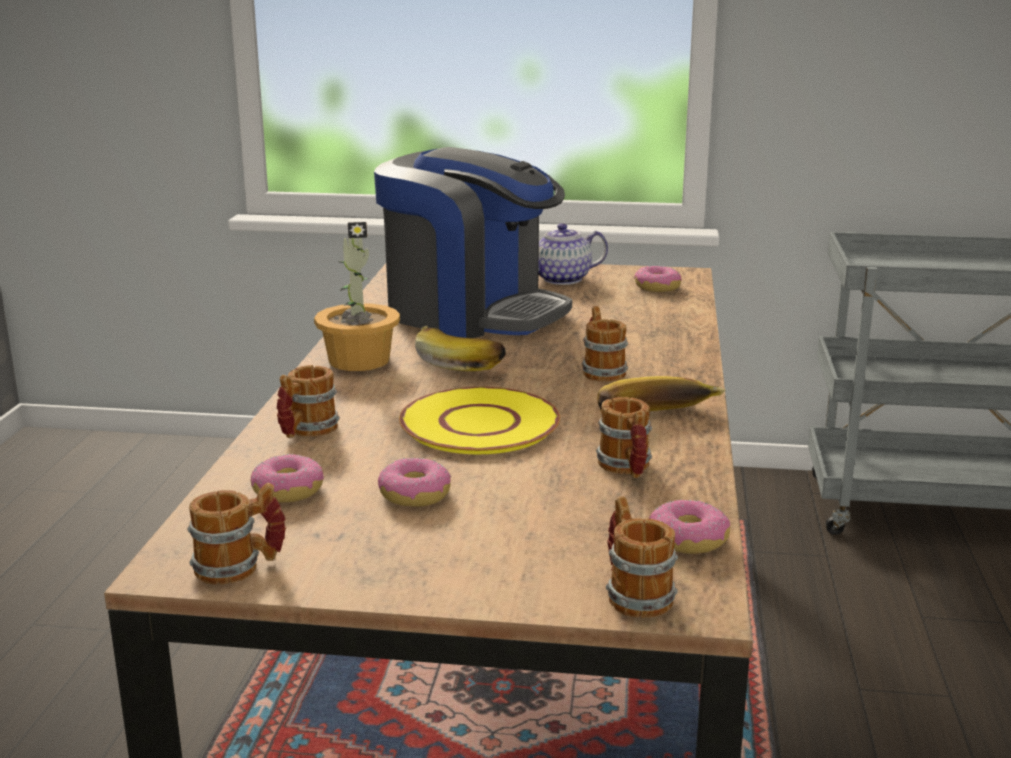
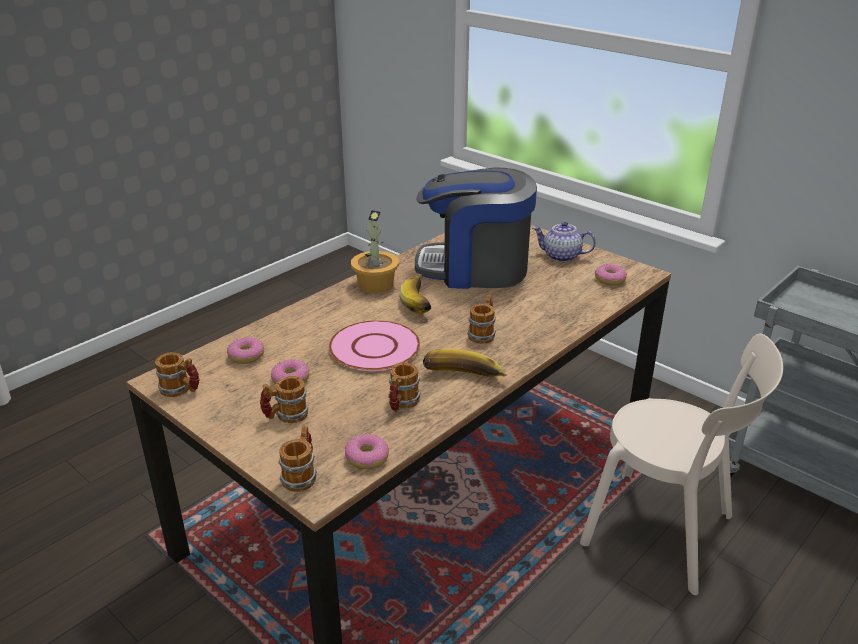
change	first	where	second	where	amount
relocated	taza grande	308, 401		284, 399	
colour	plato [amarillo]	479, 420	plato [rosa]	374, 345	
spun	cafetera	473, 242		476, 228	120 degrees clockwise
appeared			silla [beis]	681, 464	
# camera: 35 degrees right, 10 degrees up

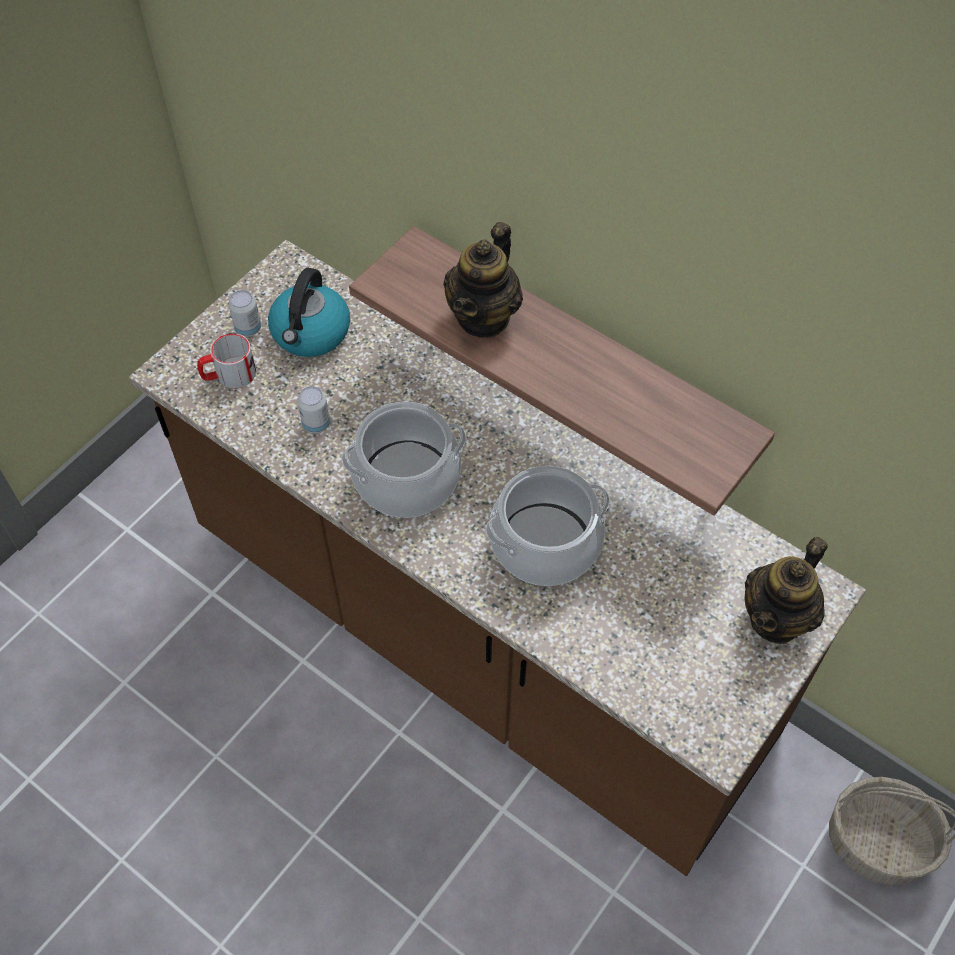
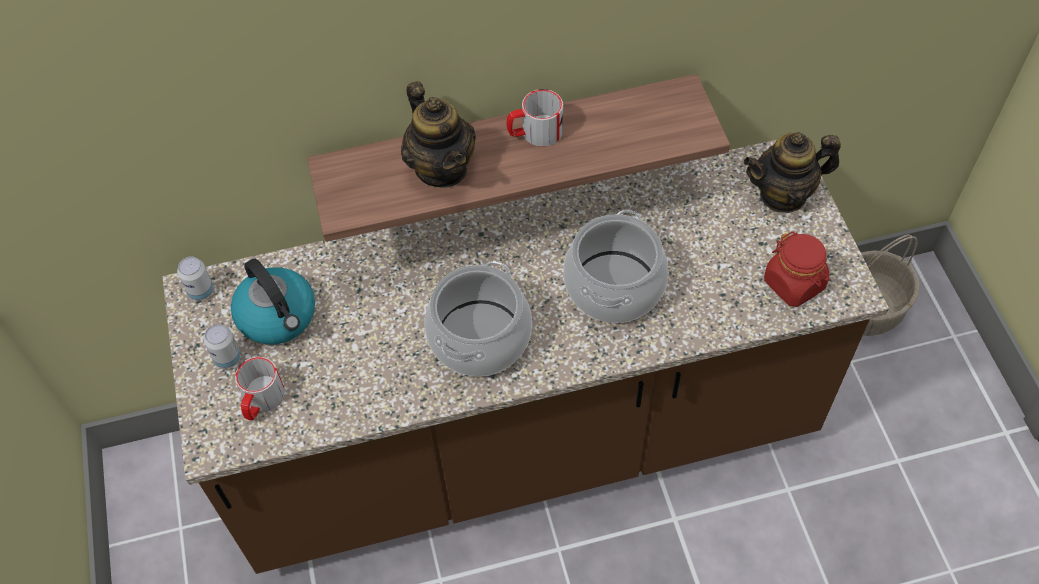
change	first	where	second	where	amount
relocated	lata	313, 409		195, 278	
appeared			taza grande	535, 118	
spun	tetera	786, 590		792, 172	90 degrees clockwise
appeared			tarro [rojo]	797, 269	
# camera: 50 degrees left, 0 degrees up

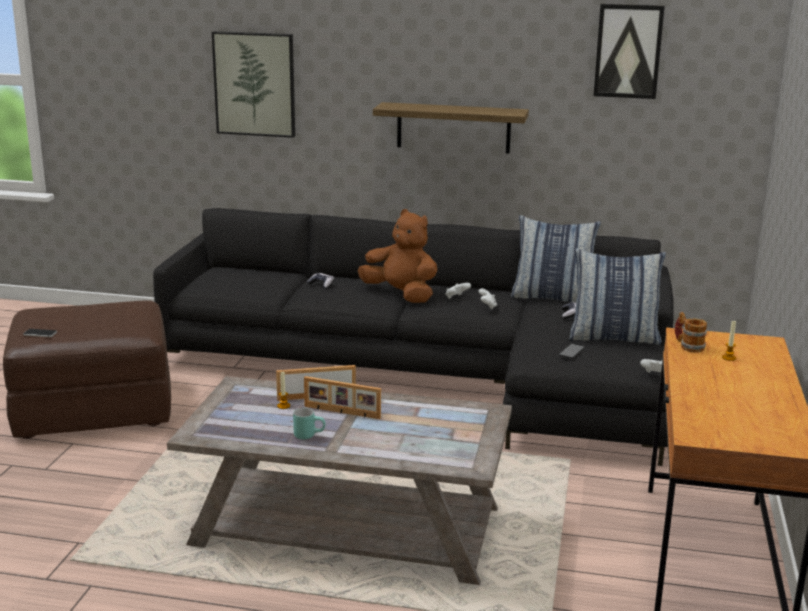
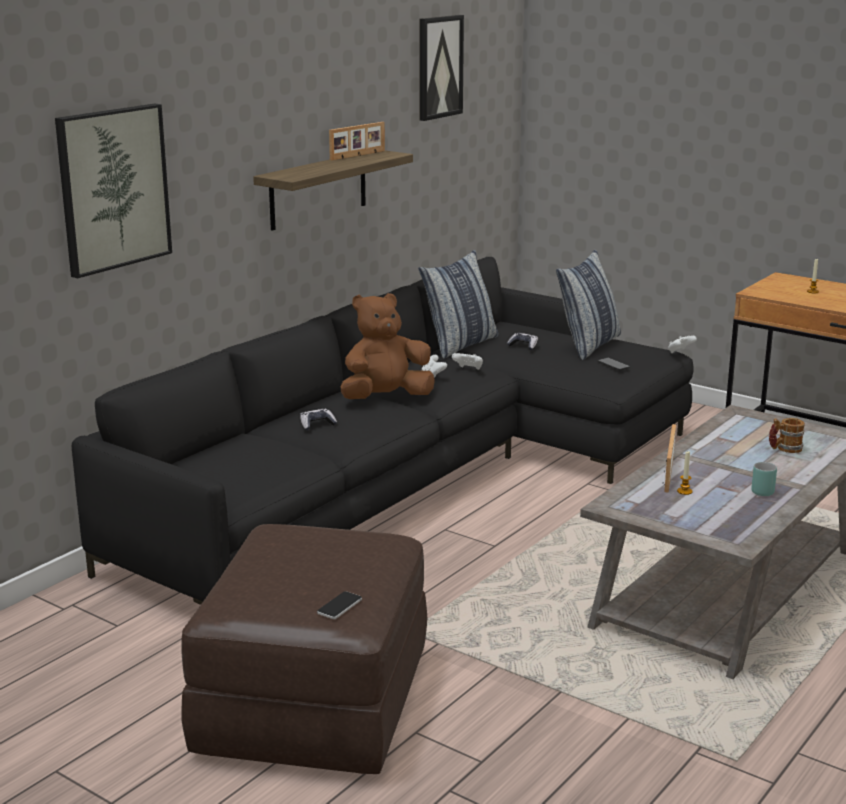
change	first	where	second	where	amount
relocated	portarretratos	342, 397		357, 141	
relocated	taza grande	691, 332		787, 435	
# camera: 65 degrees left, 0 degrees up

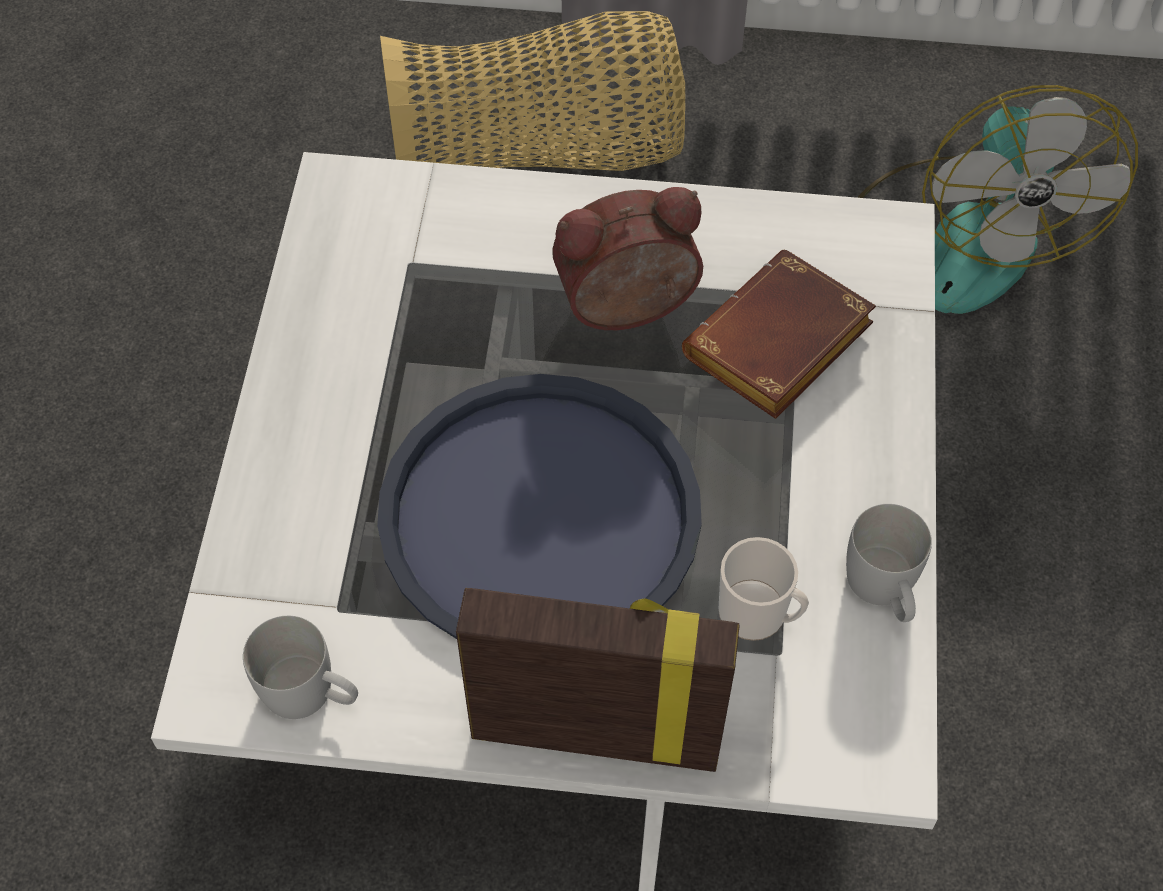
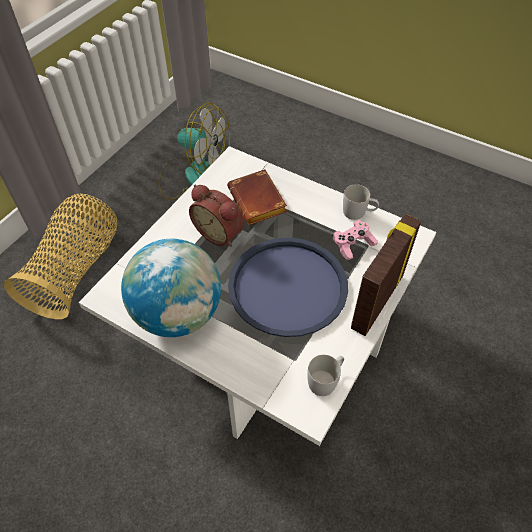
change	first	where	second	where	amount
appeared			globo terráqueo	171, 288	
spun	despertador	627, 258		216, 216	60 degrees counterclockwise
exchanged	taza grande	763, 589	mando de consola [rosa]	355, 240	
# camera: 65 degrees left, 5 degrees down

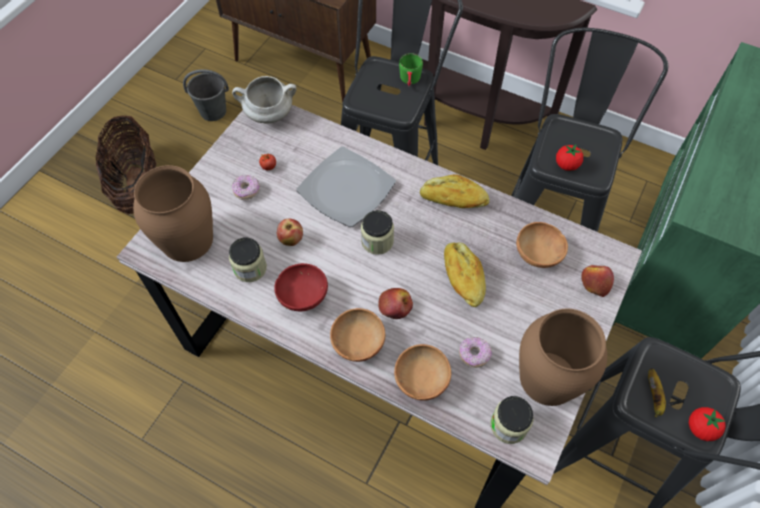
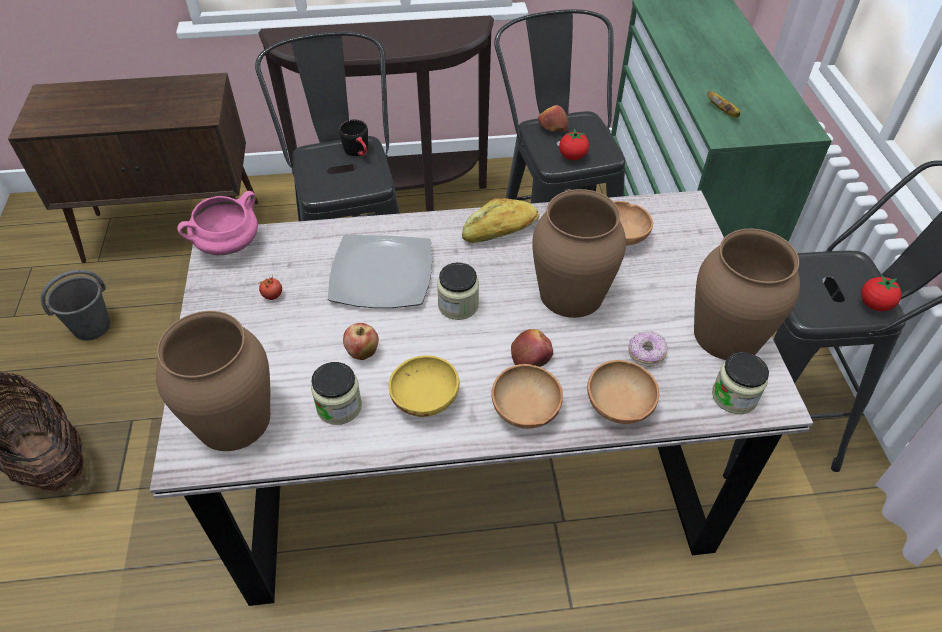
change	first	where	second	where	amount
colour	olla [blanco]	264, 99	olla [rosa]	217, 223	
colour	taza grande [verde]	411, 70	taza grande [negro]	353, 137	
colour	cuenco [rojo]	301, 287	cuenco [amarillo]	424, 386	
exchanged	pan	465, 275	florero [marrón]	579, 253	
relocated	manzana	597, 281		553, 118	
relocated	plátano	657, 392		724, 104	
missing	rosquilla	246, 187			
# camera: 35 degrees left, 10 degrees down

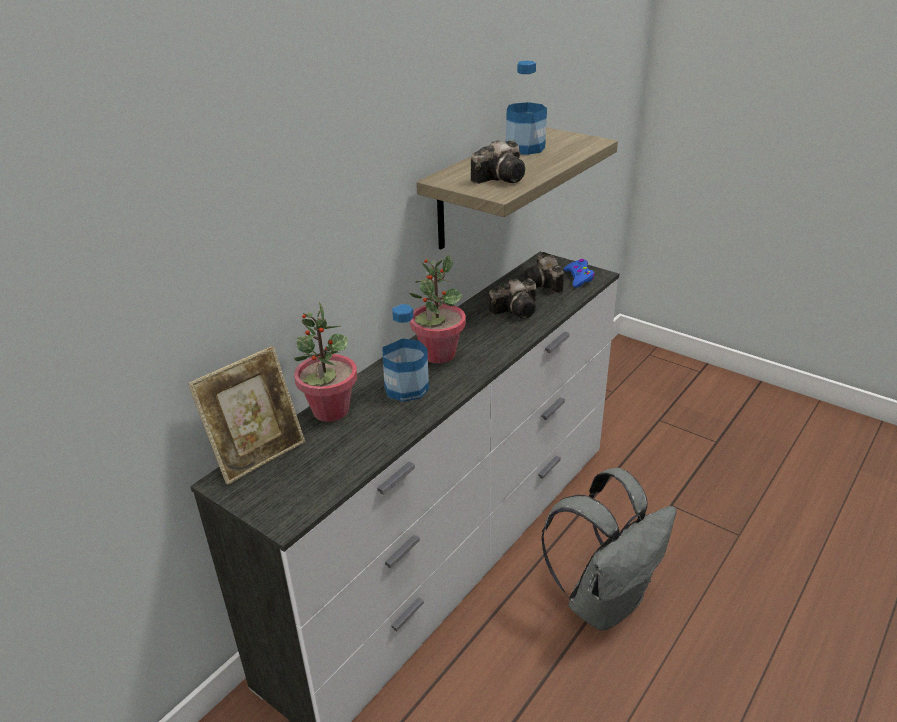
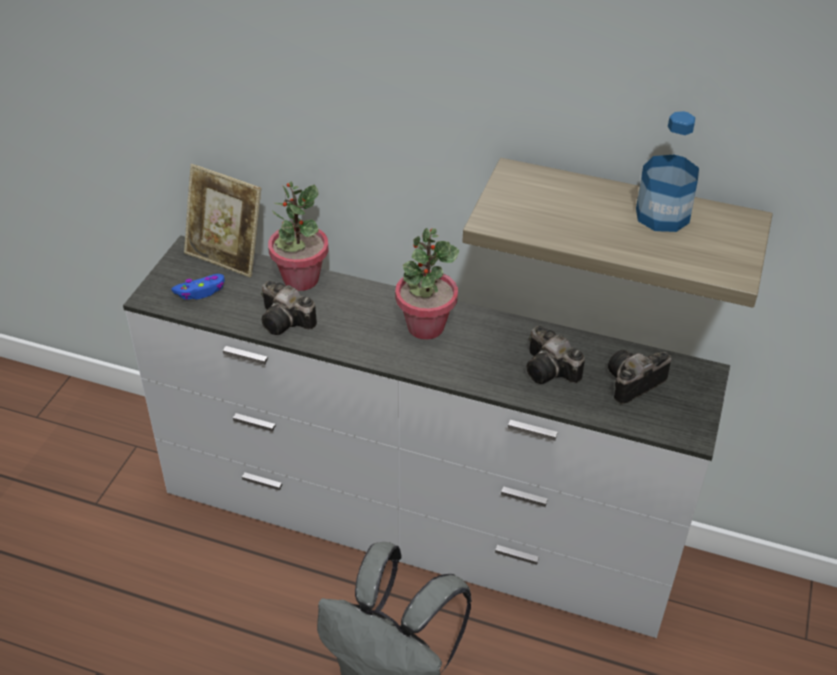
change	first	where	second	where	amount
relocated	mando de consola [azul]	579, 273		198, 287	
relocated	cámara	498, 162		289, 308	
missing	botella	405, 353			
# camera: 70 degrees right, 10 degrees up

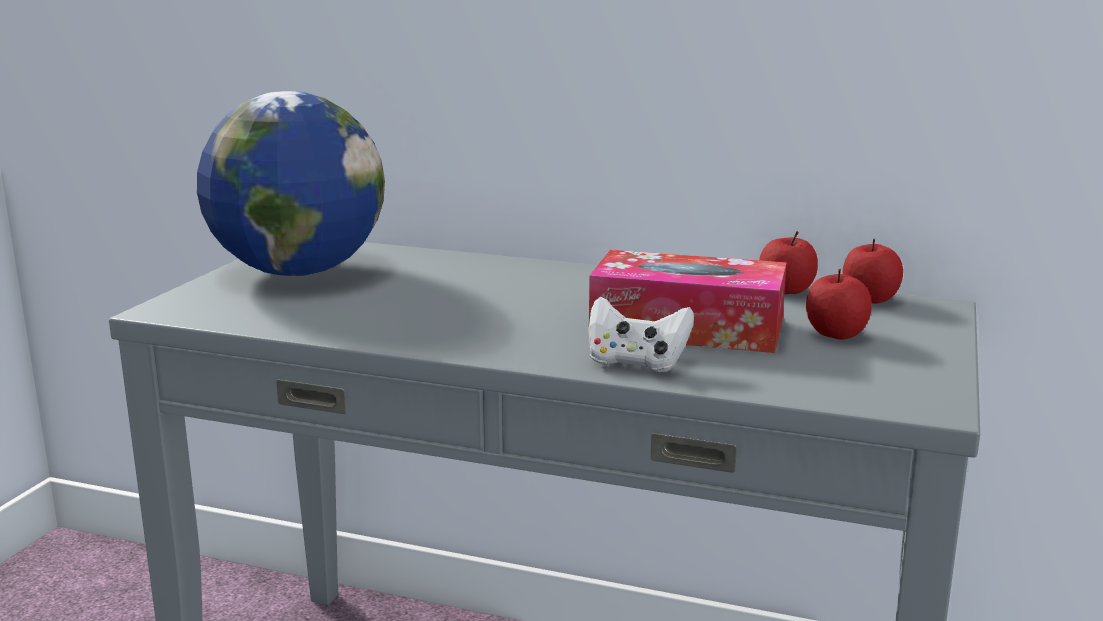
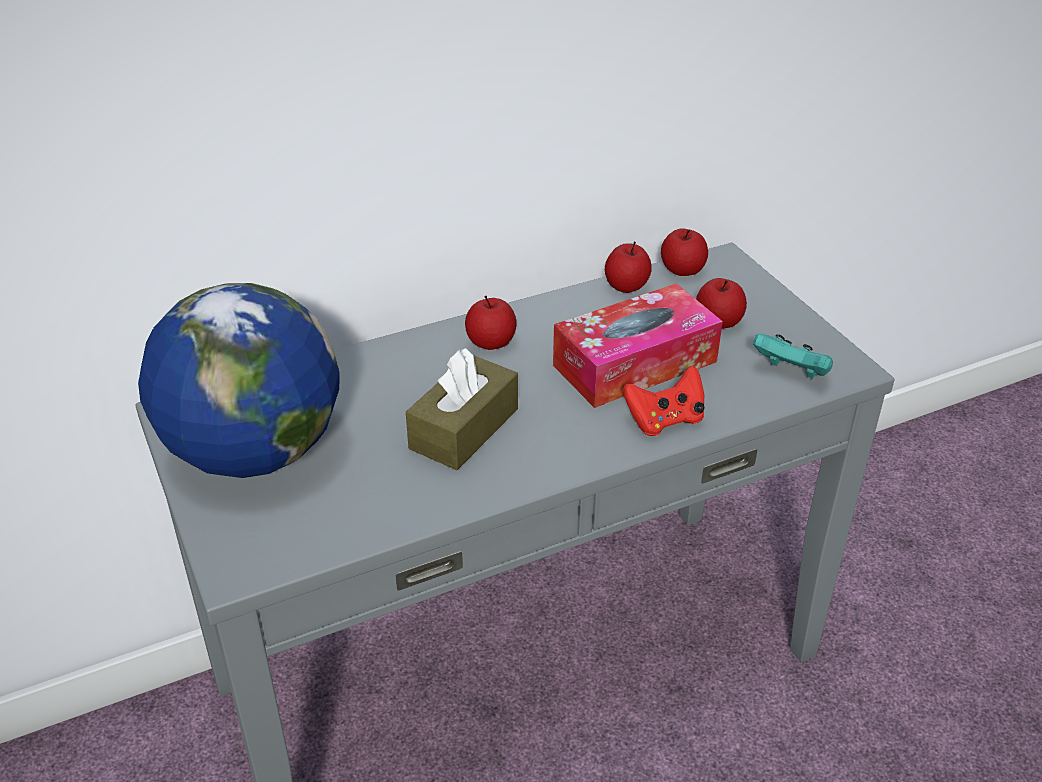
change	first	where	second	where	amount
appeared			caja de pañuelos [marrón]	462, 409	
appeared			manzana	491, 323	
colour	mando de consola [blanco]	641, 334	mando de consola [rojo]	663, 400	
appeared			mando de consola [turquesa]	793, 356	
# camera: 45 degrees left, 20 degrees up

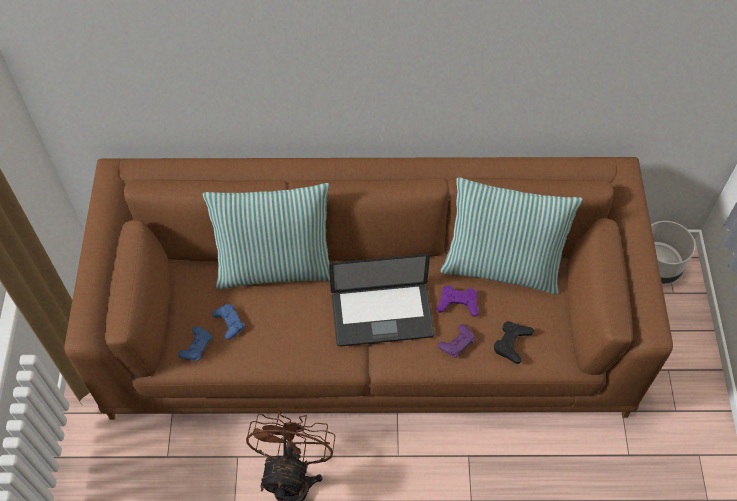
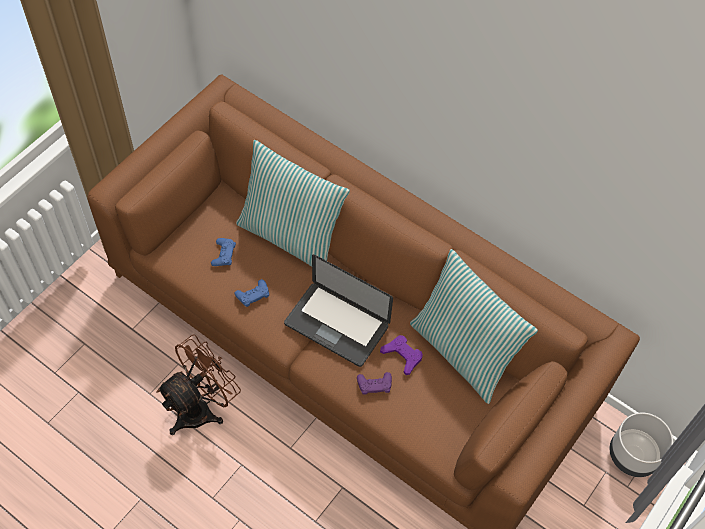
change	first	where	second	where	amount
relocated	mando de consola [azul]	195, 344		251, 293	
missing	mando de consola [negro]	514, 342			
# camera: 35 degrees right, 0 degrees up

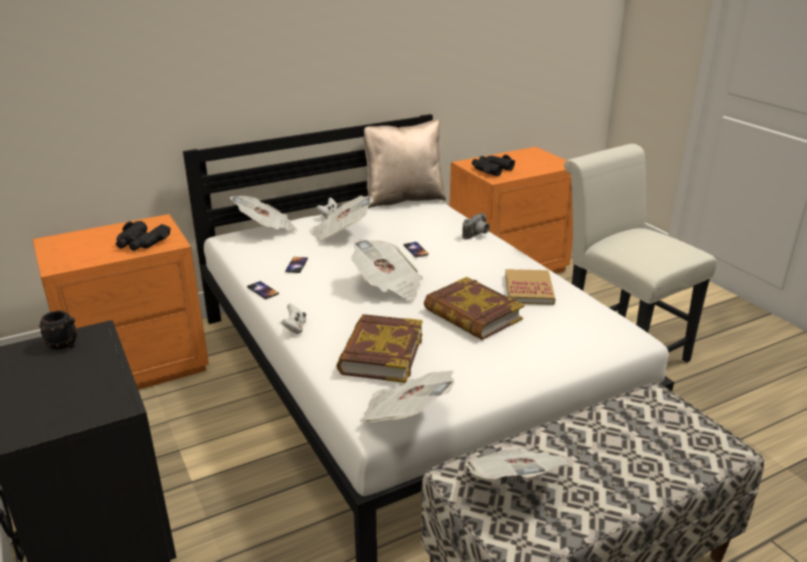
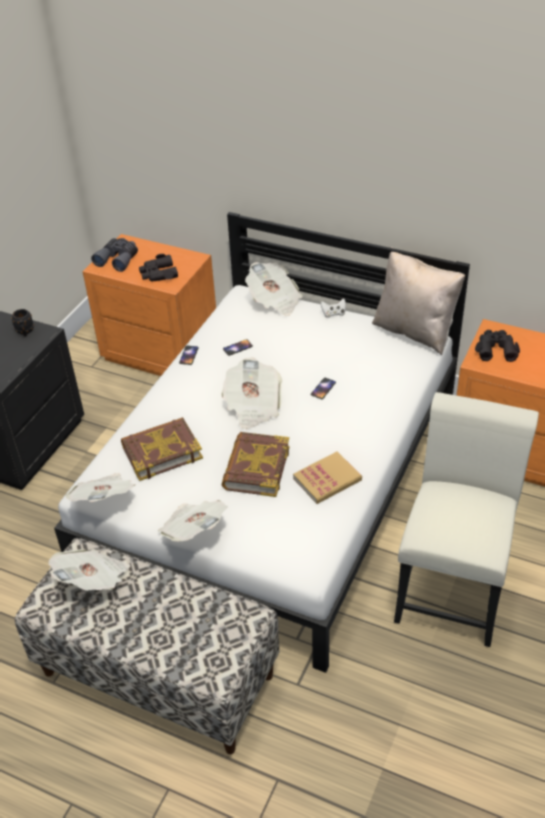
change	first	where	second	where	amount
appeared			prismáticos [gris]	114, 255	
relocated	periódico	341, 218		193, 521	
missing	mando de consola [blanco]	293, 318			
missing	cámara	476, 226			
# camera: 55 degrees right, 15 degrees up

